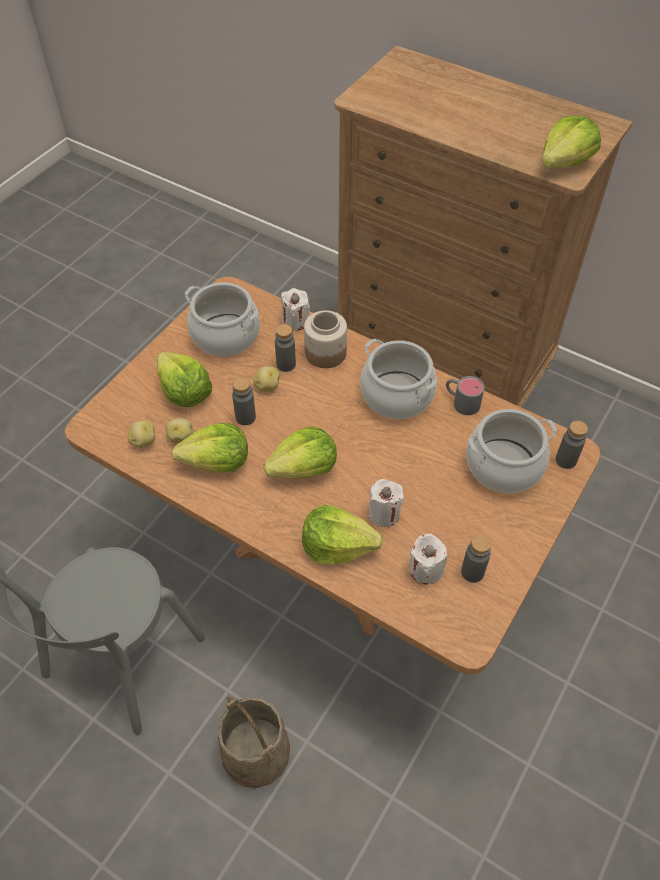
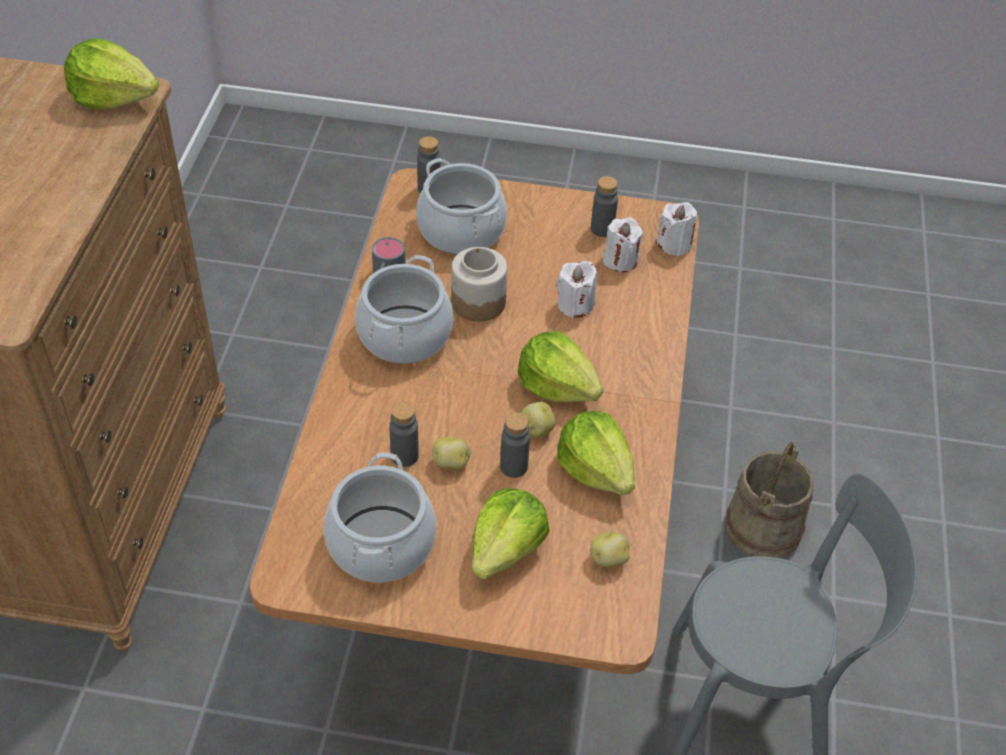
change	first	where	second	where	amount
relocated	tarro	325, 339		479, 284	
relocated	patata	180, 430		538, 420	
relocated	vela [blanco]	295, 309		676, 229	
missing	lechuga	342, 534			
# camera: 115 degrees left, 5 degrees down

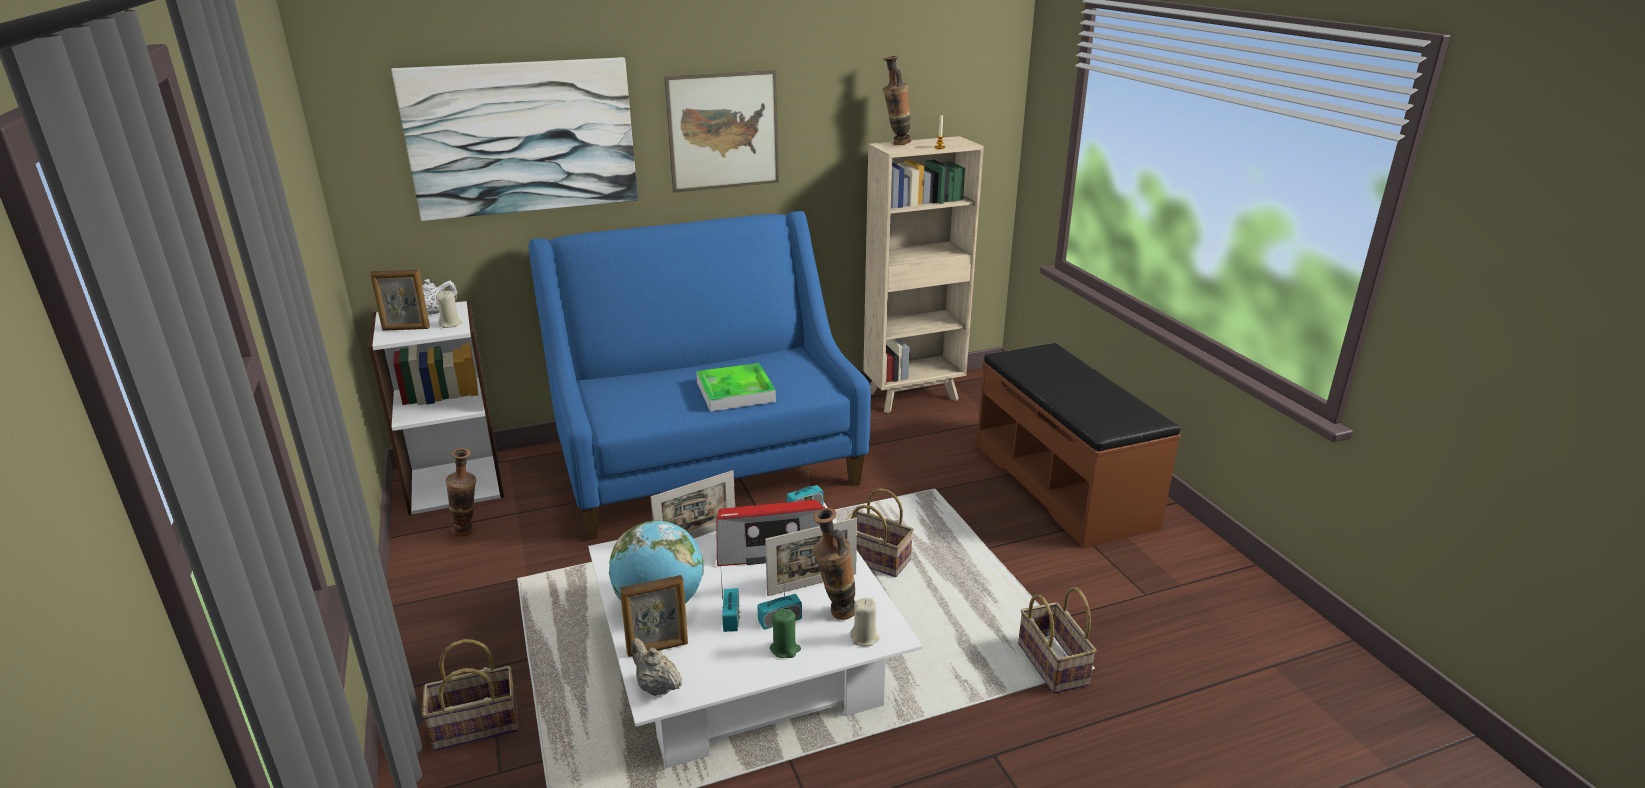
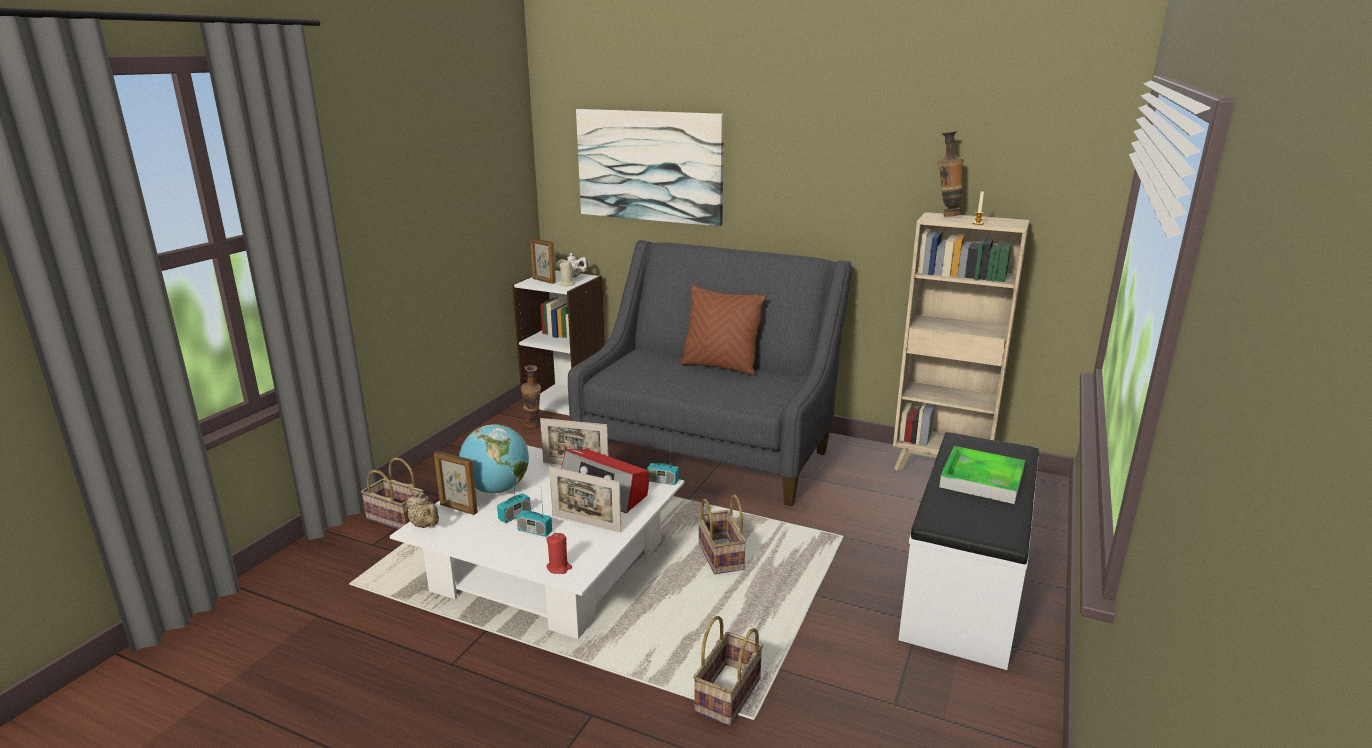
change	first	where	second	where	amount
spun	tetera [beis]	656, 667		422, 510	135 degrees clockwise
colour	vela [beis]	865, 622	vela [rojo]	559, 553	
colour	sofá [azul]	700, 375	sofá [gris]	710, 373	
appeared			cojín [marrón]	722, 330	
colour	banco [marrón]	1078, 445	banco [blanco]	968, 551	
relocated	bandeja	736, 387		982, 475	
missing	cuadro	721, 131			
missing	vela [verde]	785, 633			
missing	florero	834, 564			
# camera: 45 degrees right, 5 degrees down

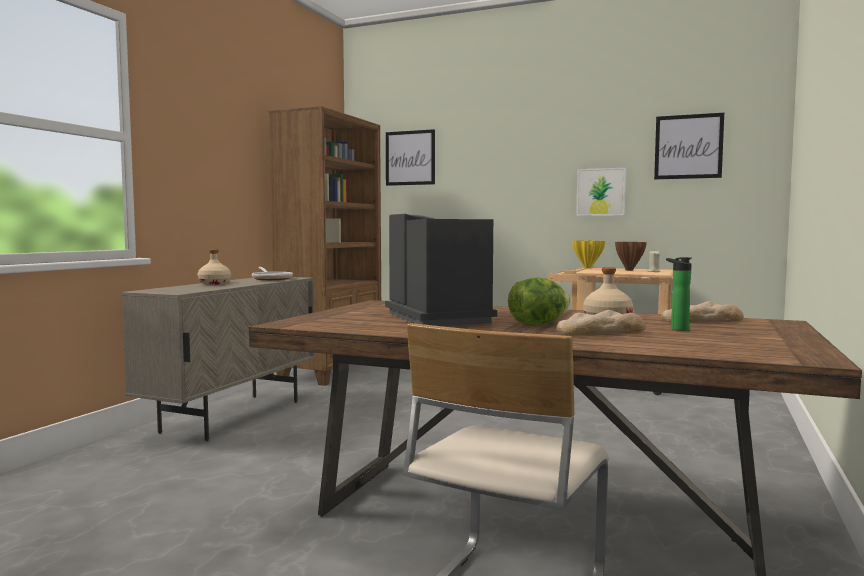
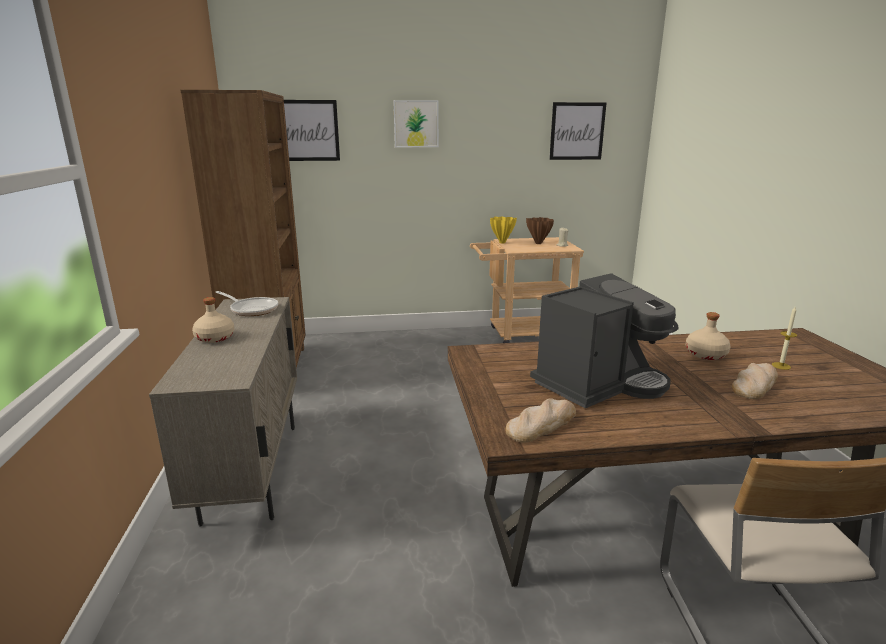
change	first	where	second	where	amount
relocated	cuadro	601, 192		416, 124	
relocated	pan	702, 312		540, 421	
spun	cafetera	441, 270		604, 340	105 degrees clockwise
exchanged	botella	679, 294	vela	784, 338	
missing	lechuga	539, 301			
# camera: 30 degrees left, 15 degrees up

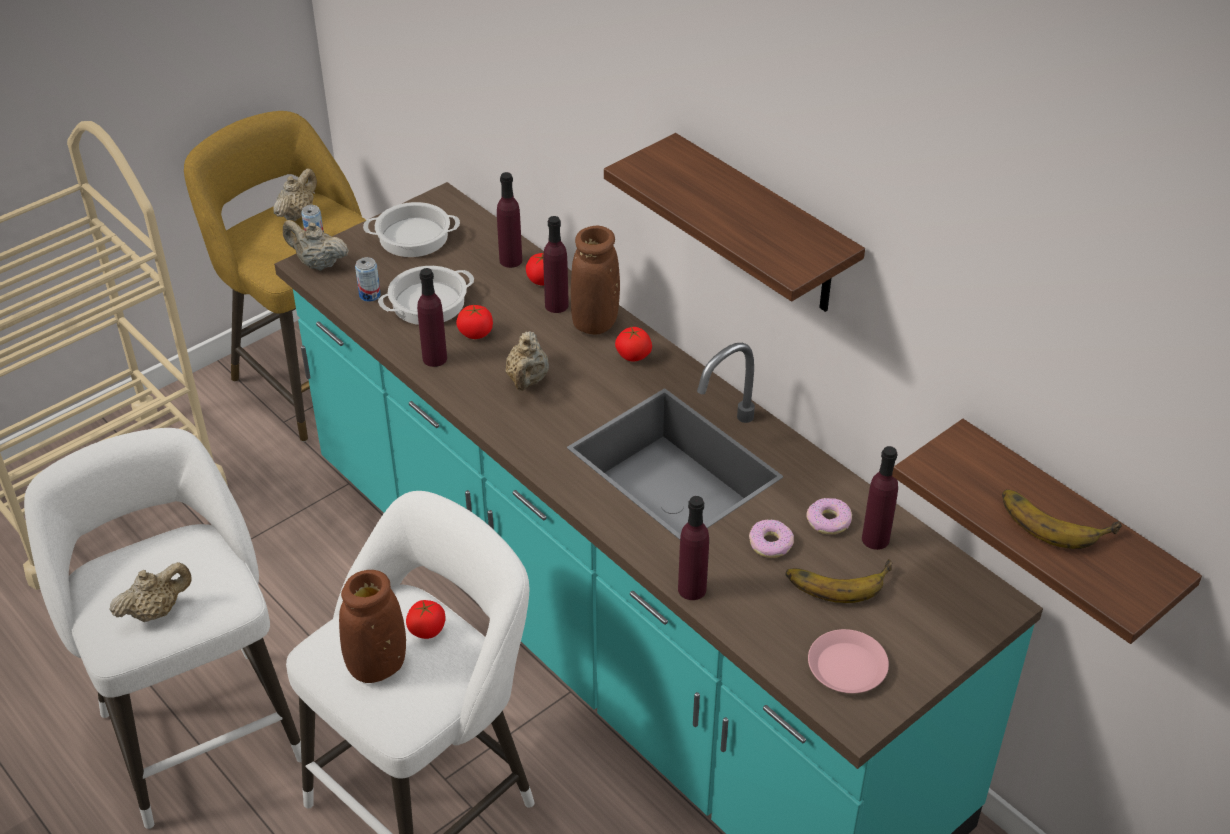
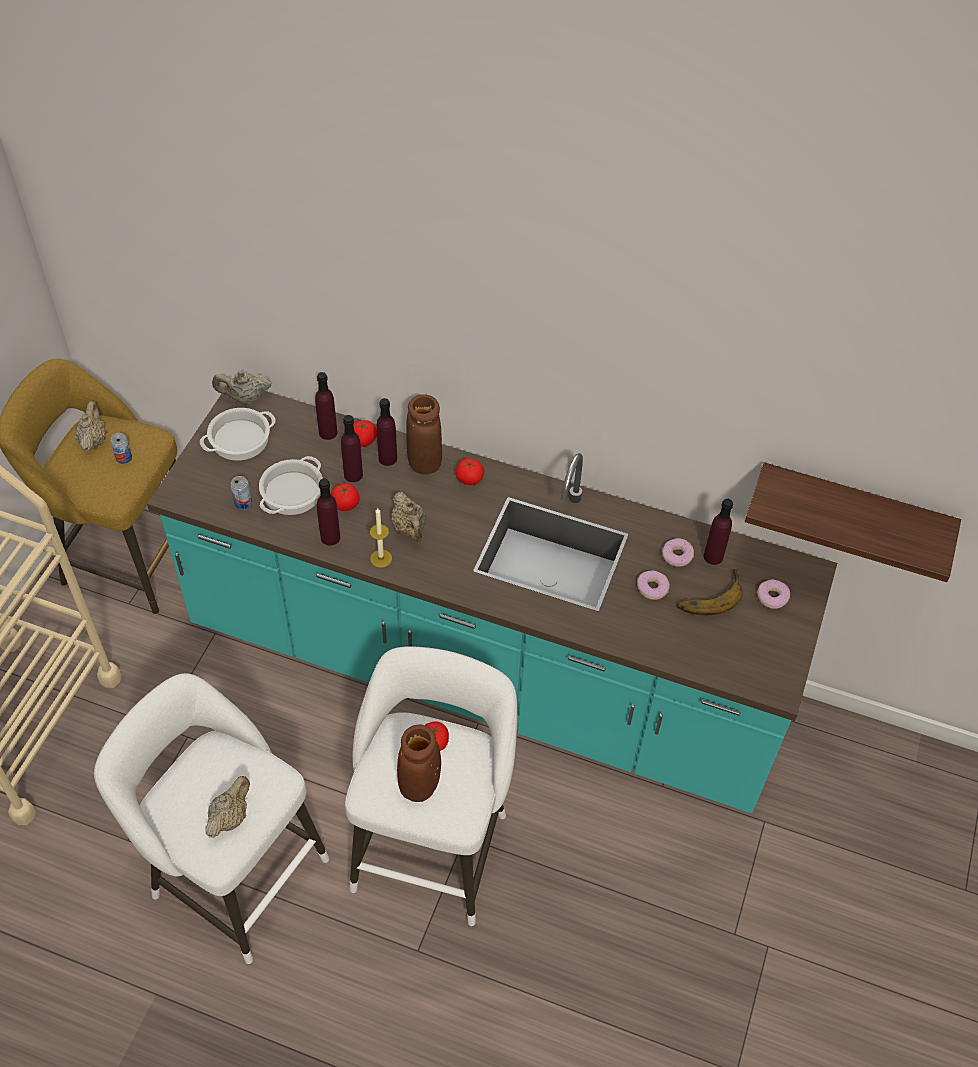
change	first	where	second	where	amount
relocated	tetera [beis]	316, 245		241, 387	
relocated	botella [morado]	693, 548		352, 448	
appeared			vela	381, 538	
appeared			rosquilla	773, 594	
missing	estante	734, 222			
missing	plato [rosa]	848, 661			
missing	plátano	1062, 519			
# camera: 30 degrees left, 10 degrees up

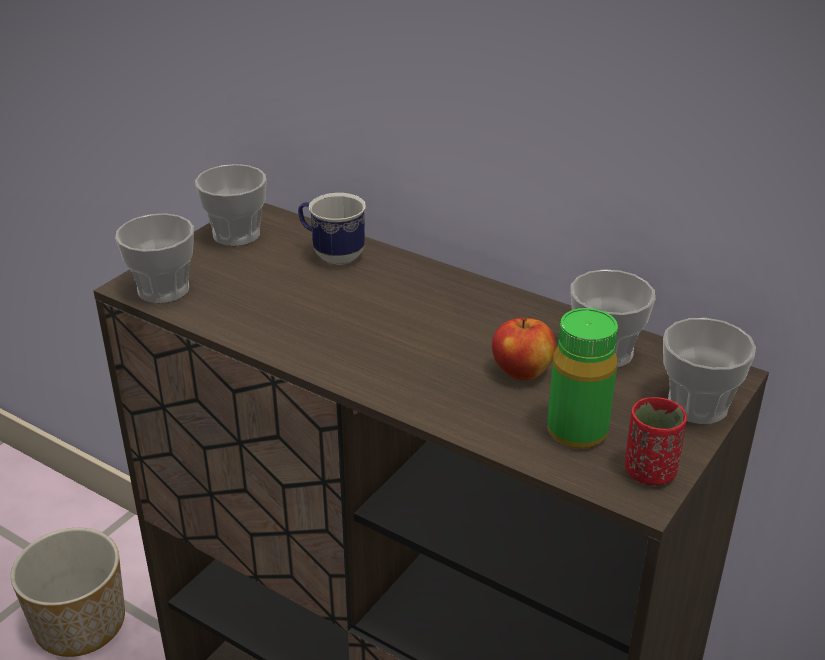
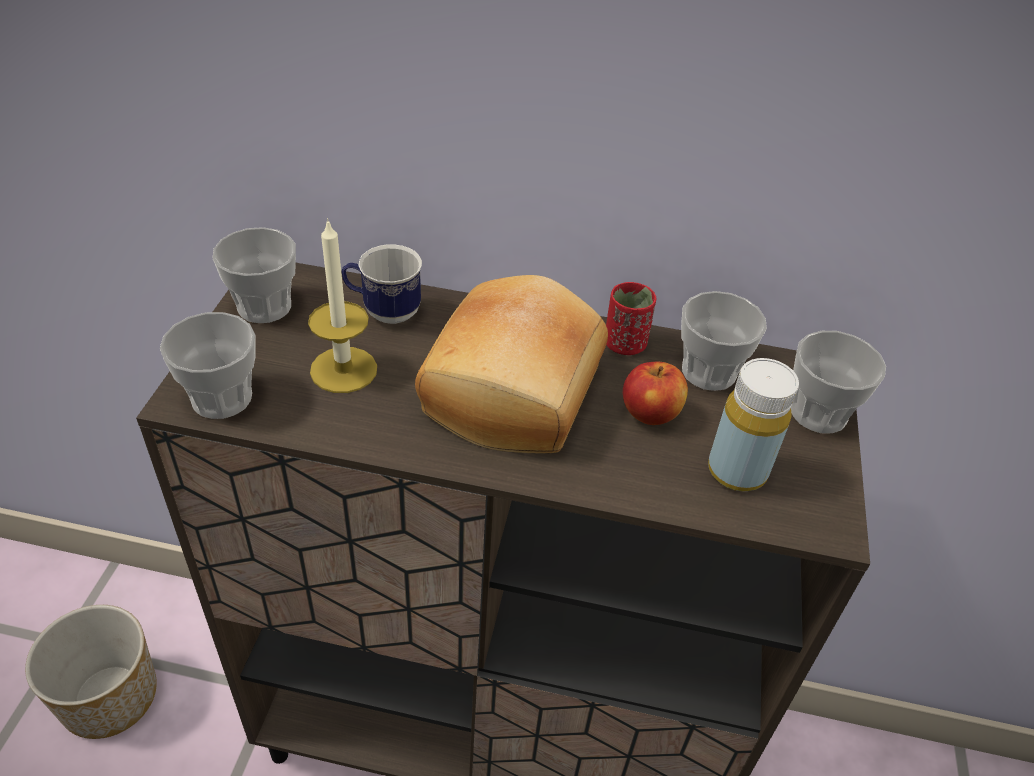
change	first	where	second	where	amount
appeared			vela	342, 305	
appeared			pan	511, 364	
relocated	taza [rojo]	656, 441		631, 318	
colour	botella [verde]	582, 378	botella [amarillo]	753, 424	
# camera: 25 degrees left, 10 degrees up

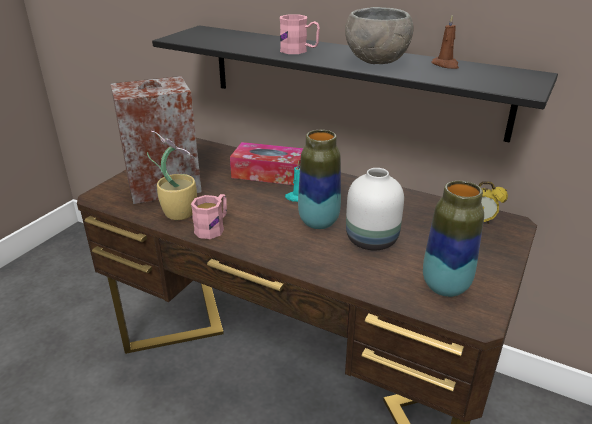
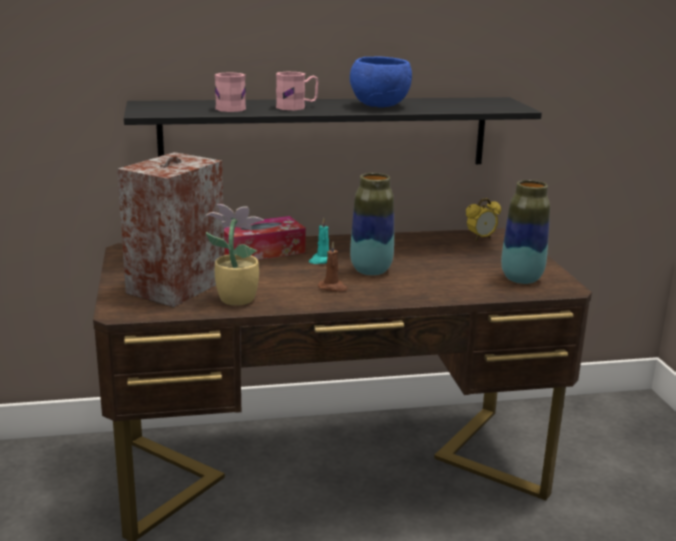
change	first	where	second	where	amount
relocated	taza grande [rosa]	209, 216		230, 92	
relocated	vela [marrón]	445, 42		333, 267	
colour	cuenco [gris]	379, 35	cuenco [azul]	381, 82	
missing	florero [blanco]	375, 209			
# camera: 40 degrees left, 10 degrees down

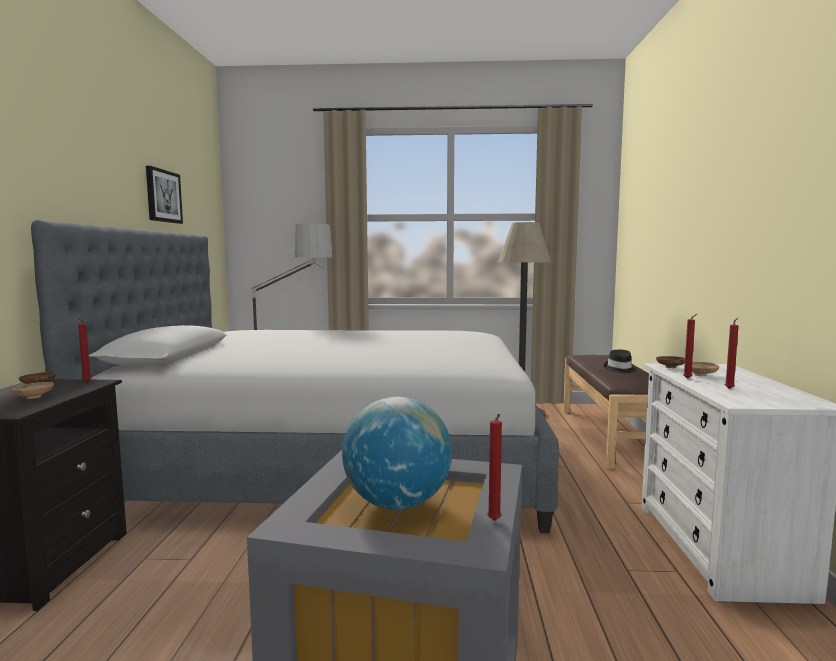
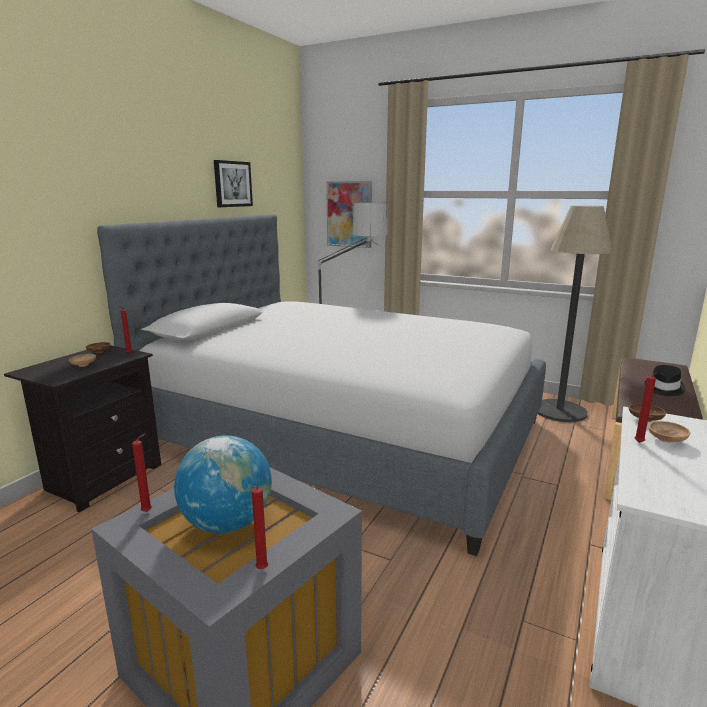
change	first	where	second	where	amount
relocated	vela [rojo]	732, 353		142, 472	
appeared			cuadro	349, 214	
# camera: 25 degrees right, 10 degrees up

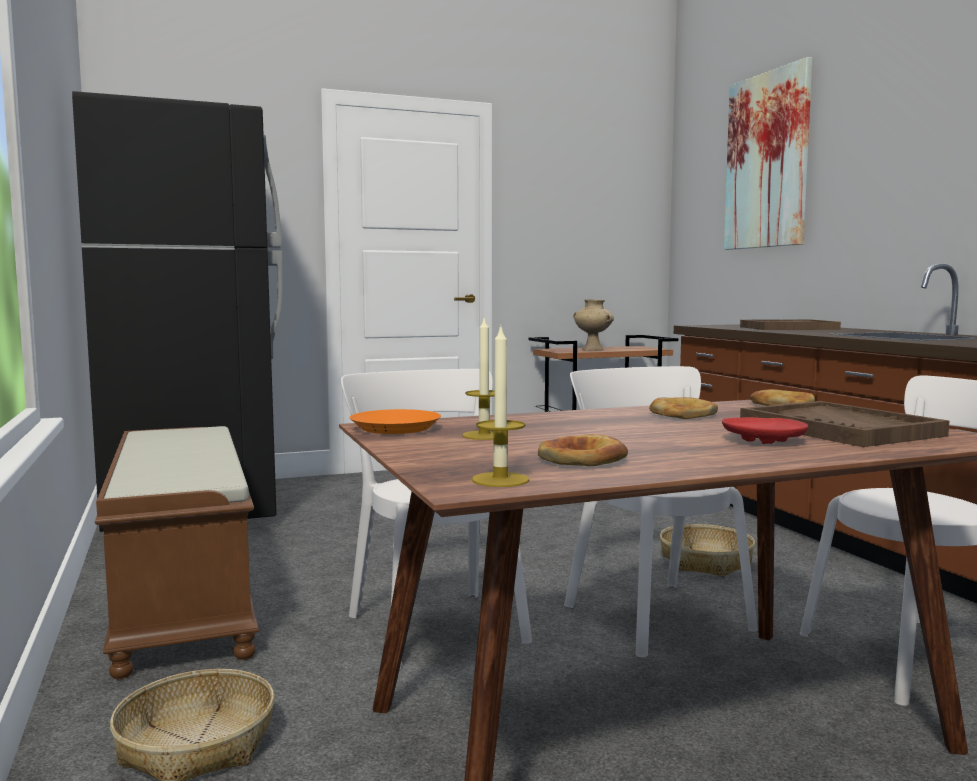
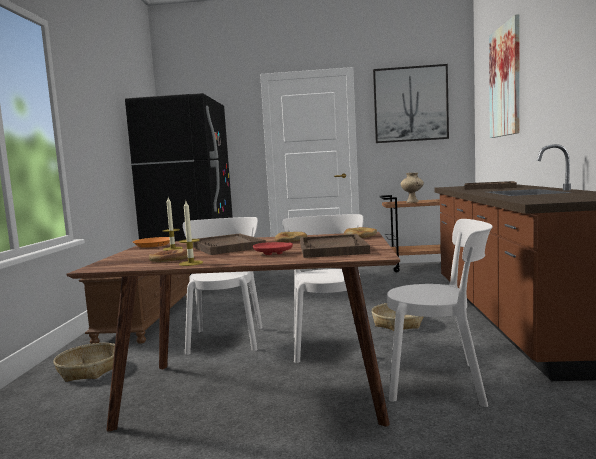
change	first	where	second	where	amount
relocated	vela	500, 405		191, 233	
appeared			bandeja [marrón]	229, 244	
appeared			cuadro	411, 103	
# camera: 25 degrees right, 0 degrees up

